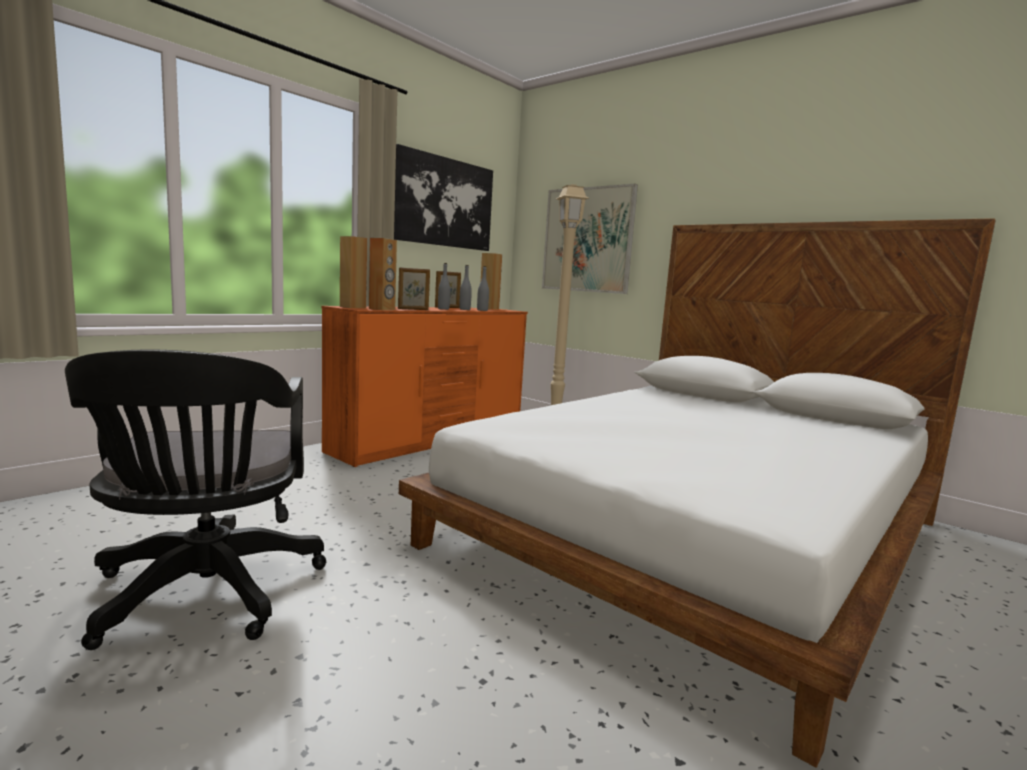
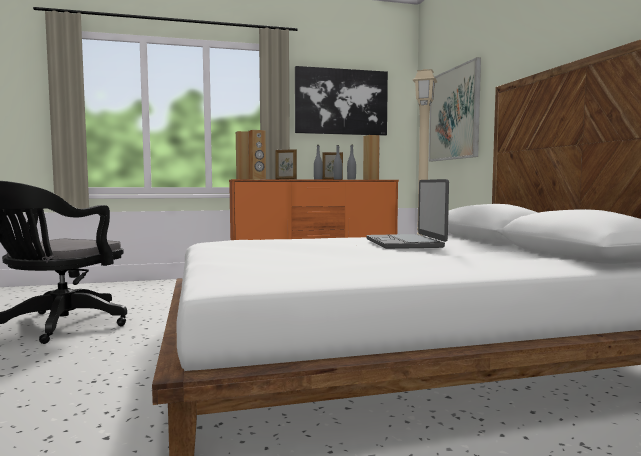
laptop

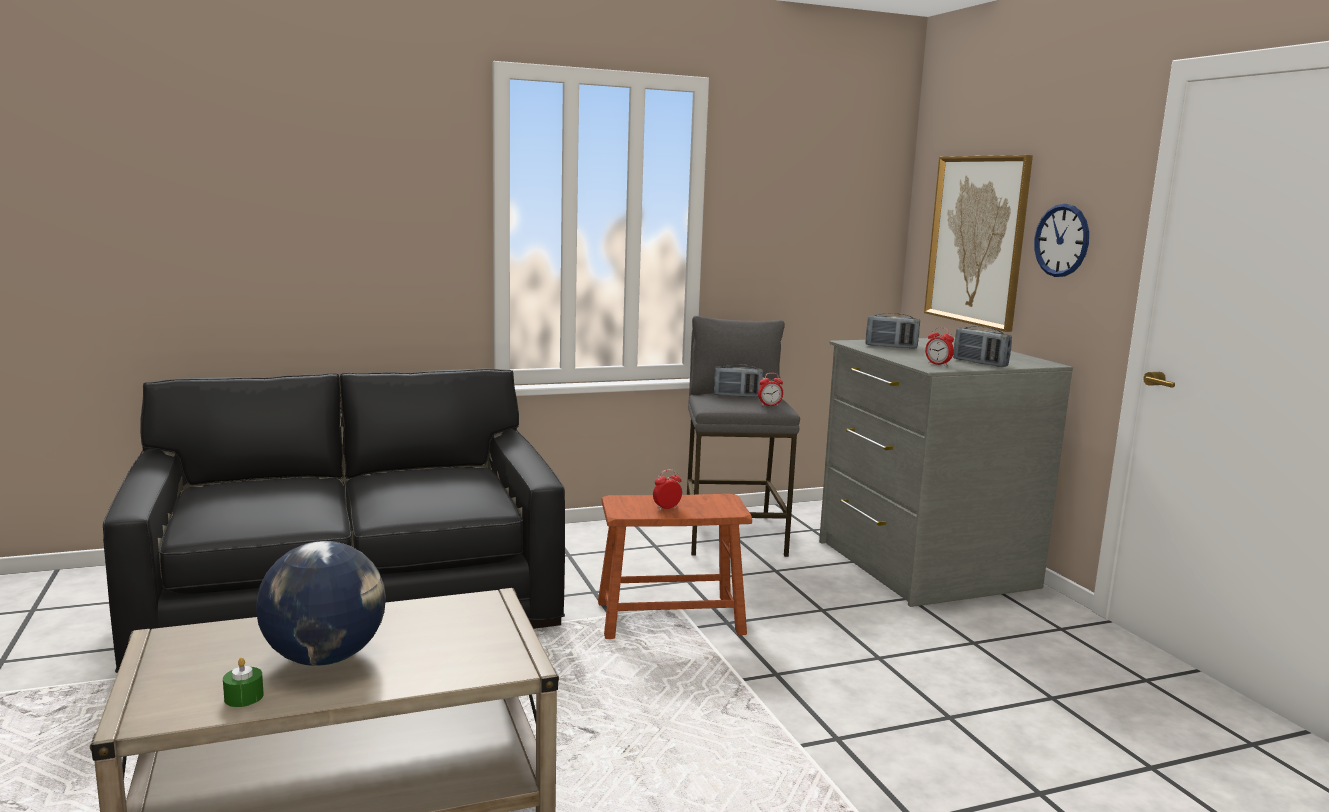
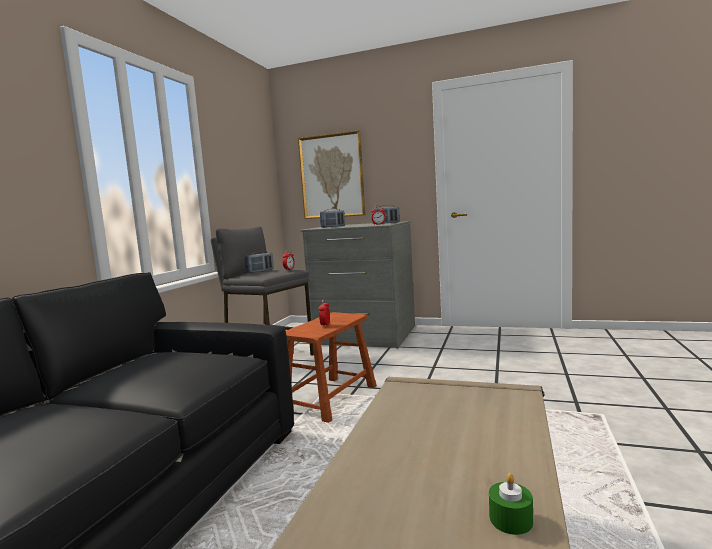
desk globe
clock on the wall

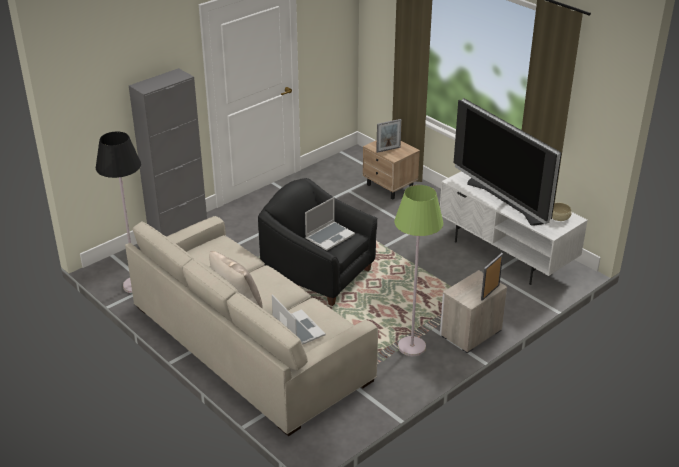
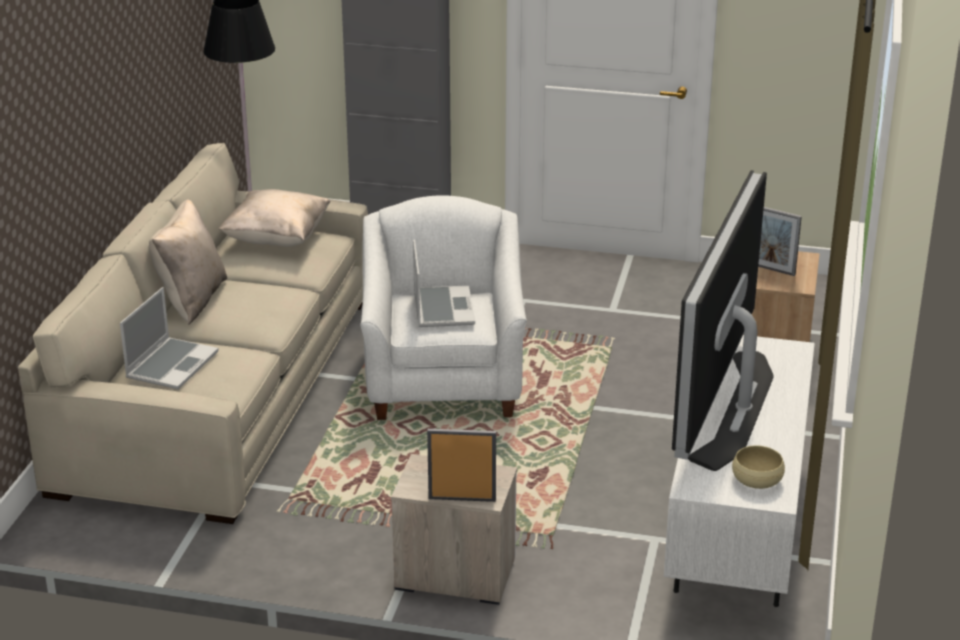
lounge chair (white)
laptop (2nd from left)
floor lamp (green-coloured)
throw pillow (beige) (2nd from left)

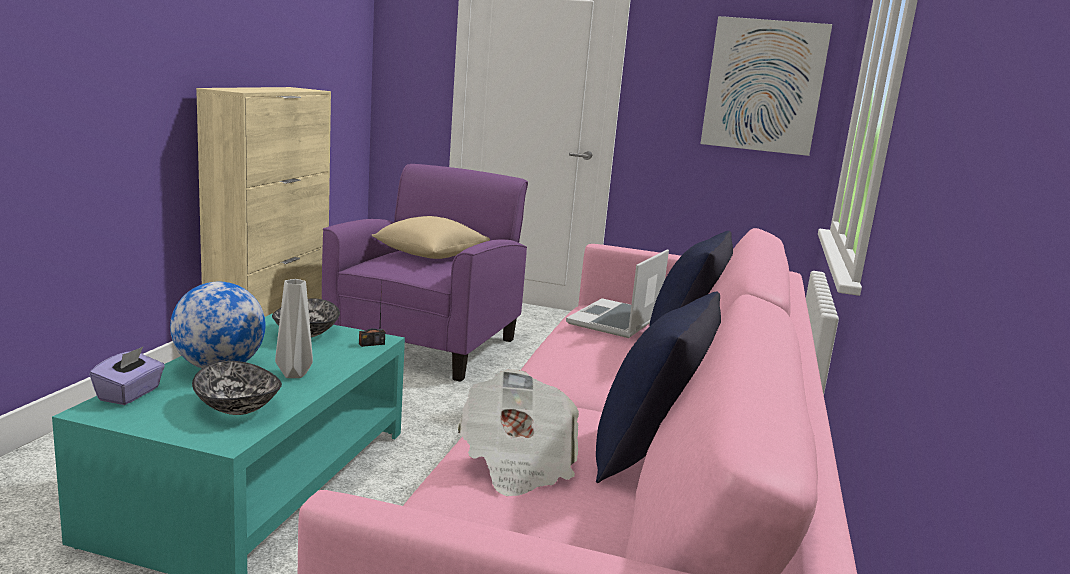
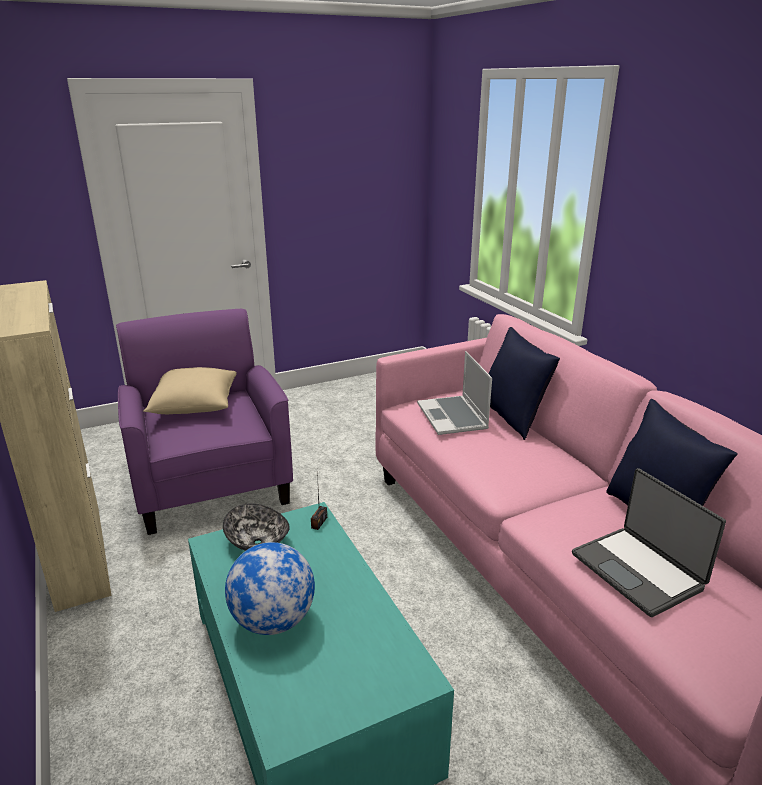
box of tissues (purple-coloured)
serving bowl (1st from left in the first image)
vase (grey)
laptop (2nd from left)
picture

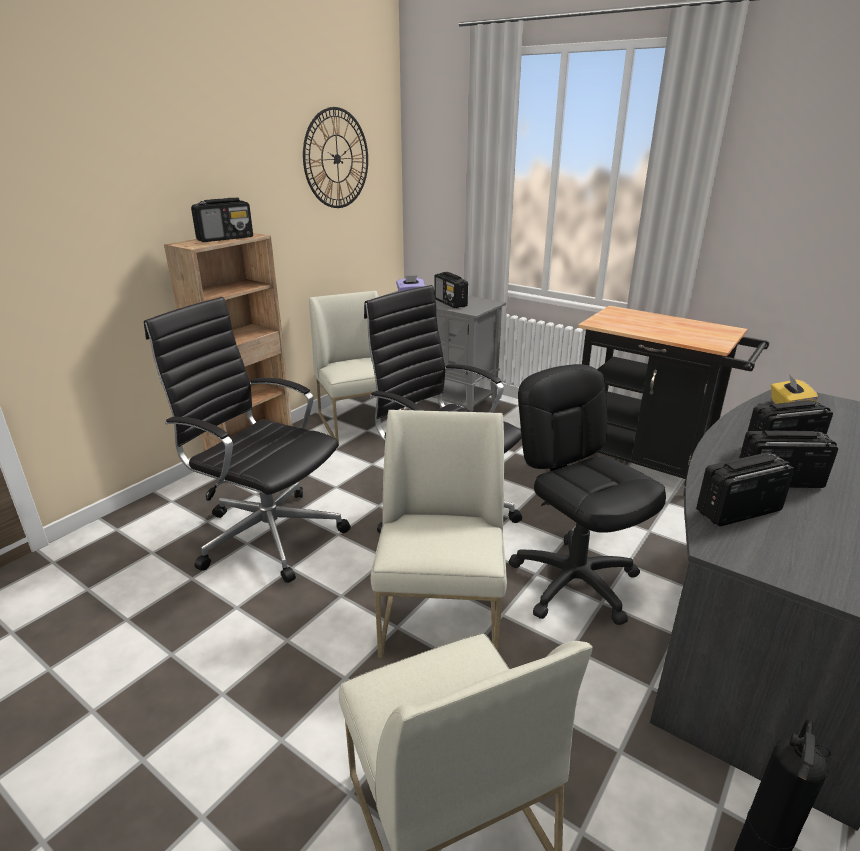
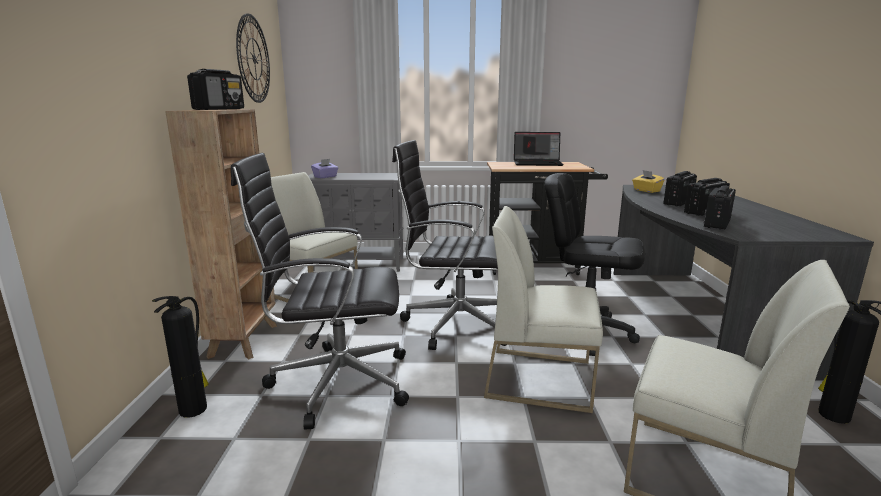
chair (white) (2nd from left)
radio receiver (2nd from left in the first image)
fire extinguisher (1st from left)
laptop

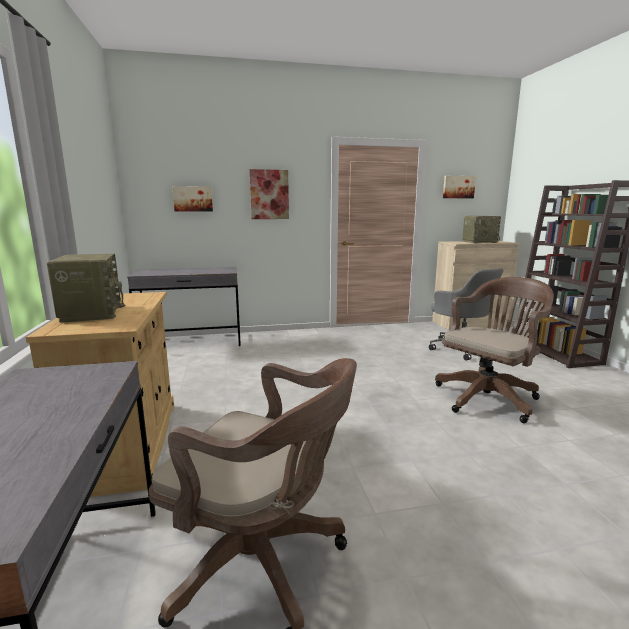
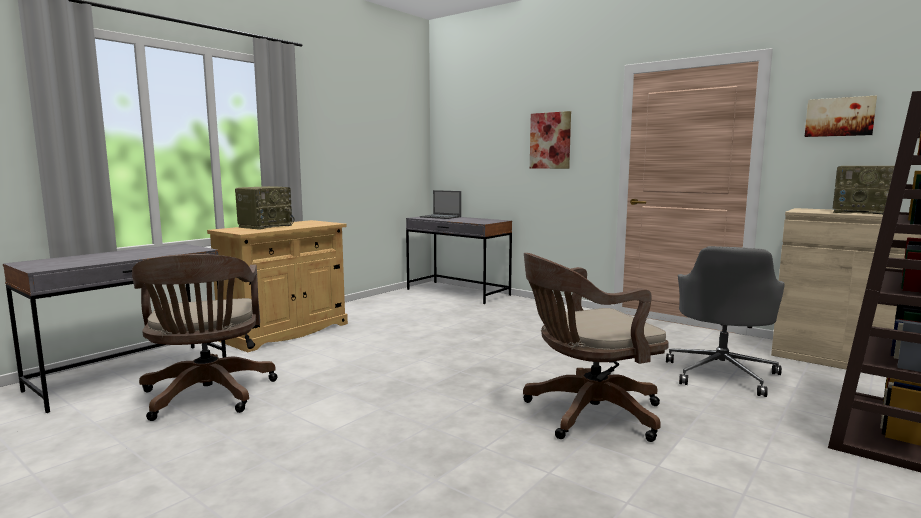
picture (1st from left in the first image)
computer chair (brown) (2nd from left)
laptop

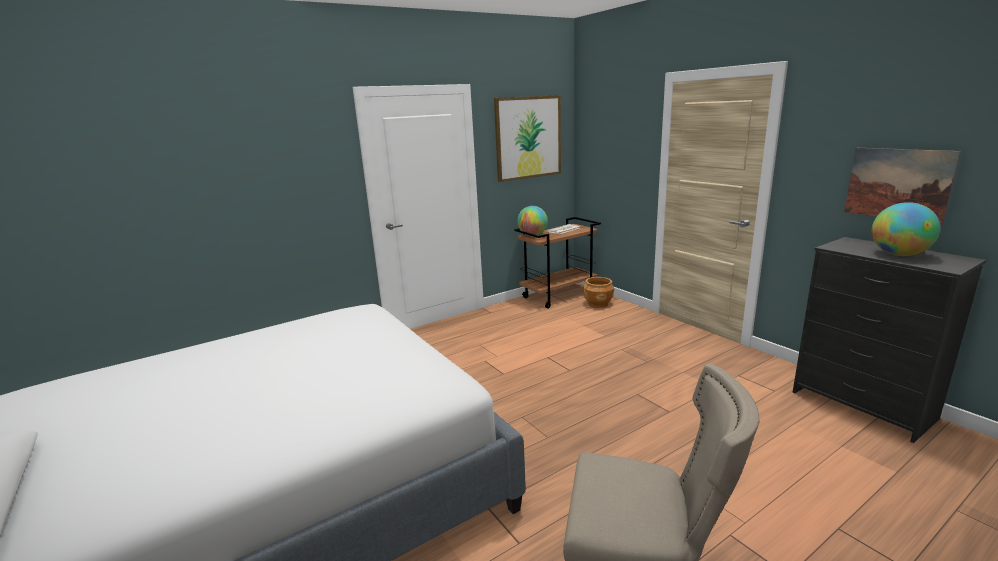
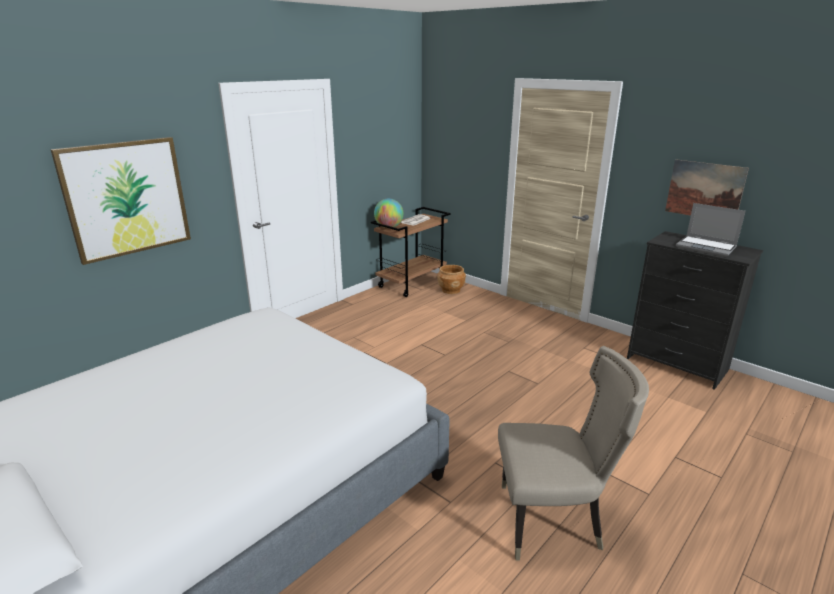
picture (1st from left)
laptop

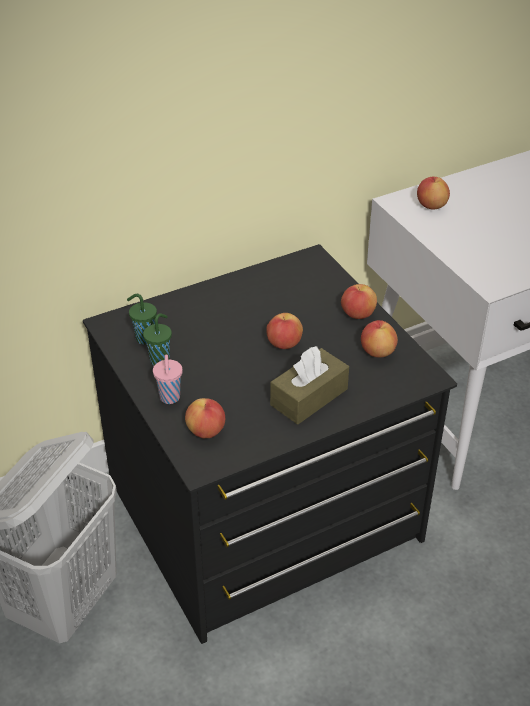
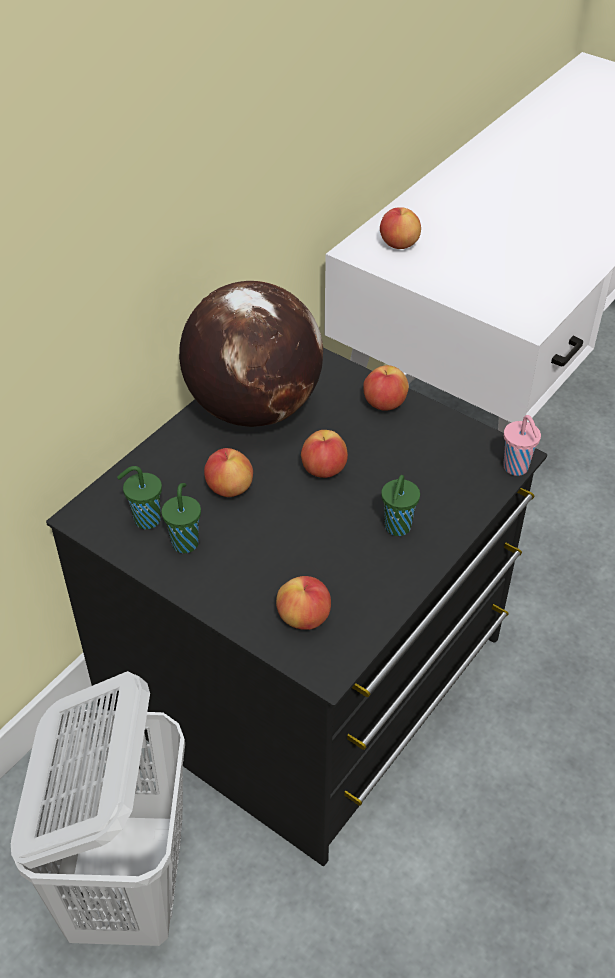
small cup (pink)
small cup (green-coloured) (3rd from left)
whole apple (1st from left)
desk globe

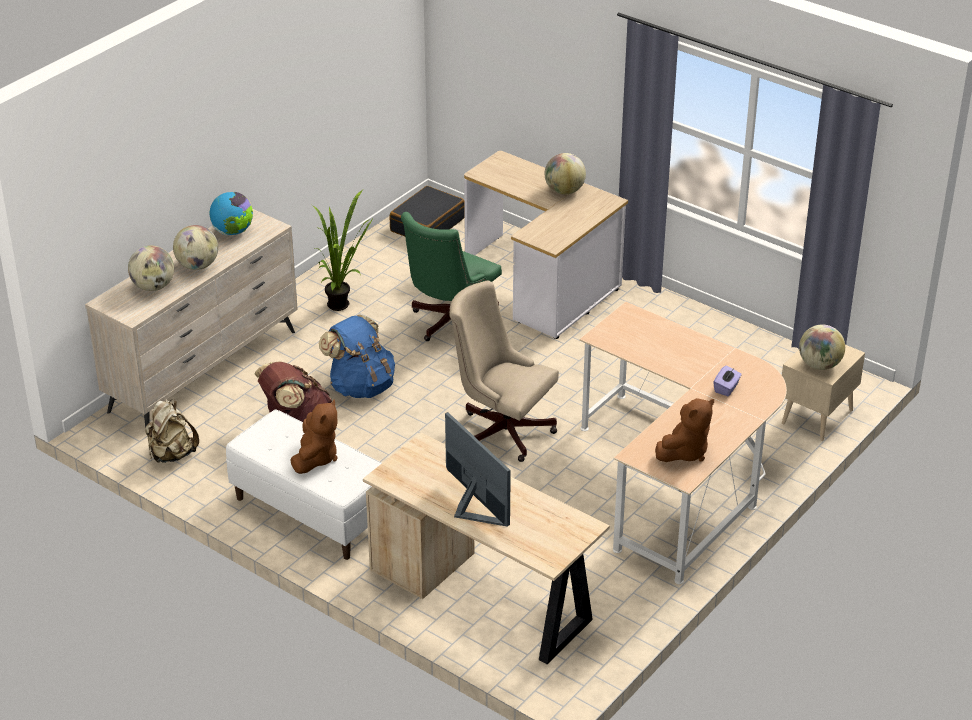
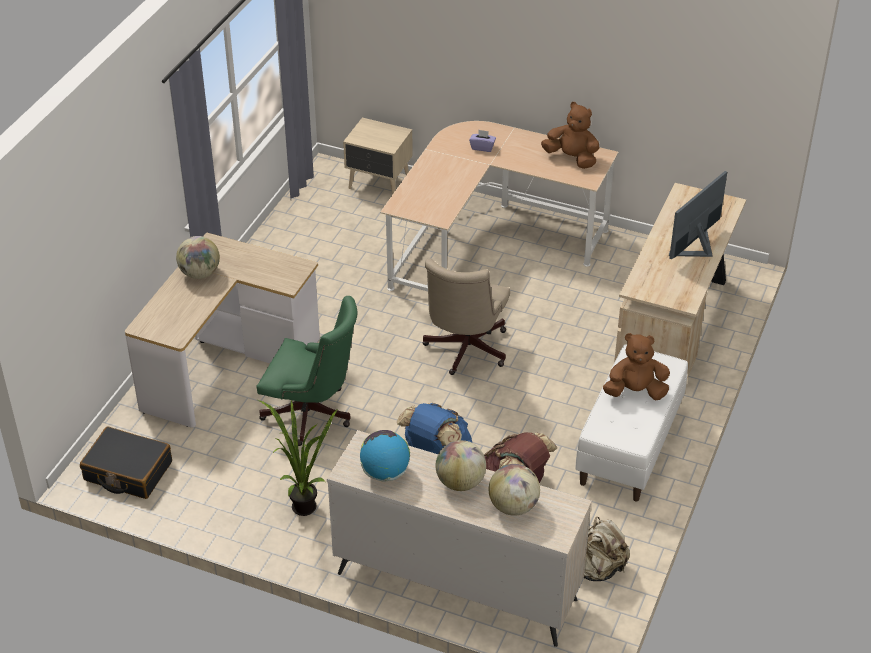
desk globe (5th from left in the first image)

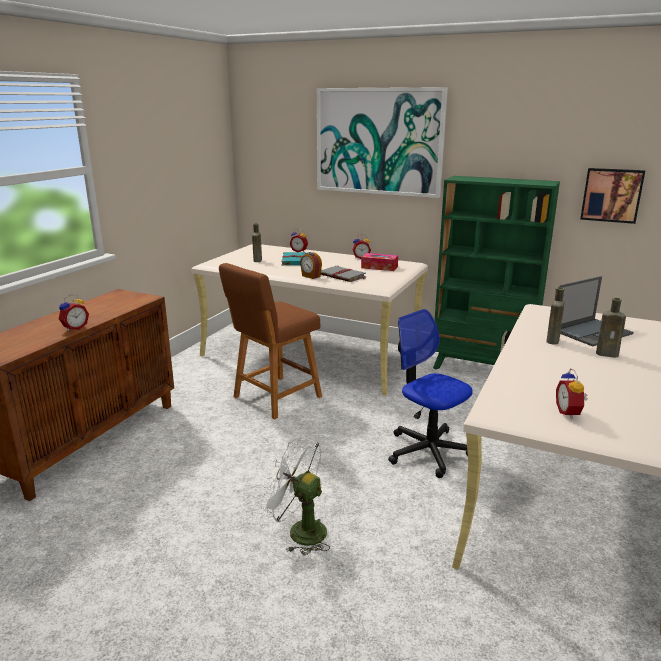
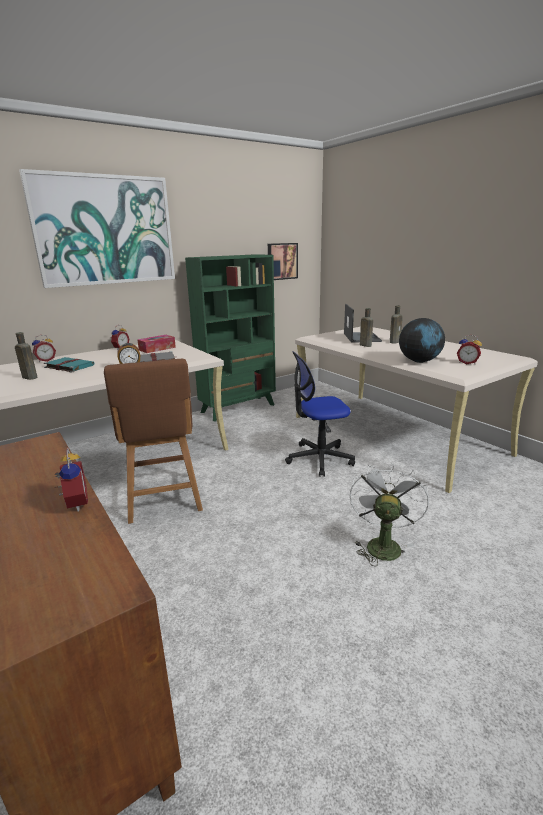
fan (white)
desk globe

